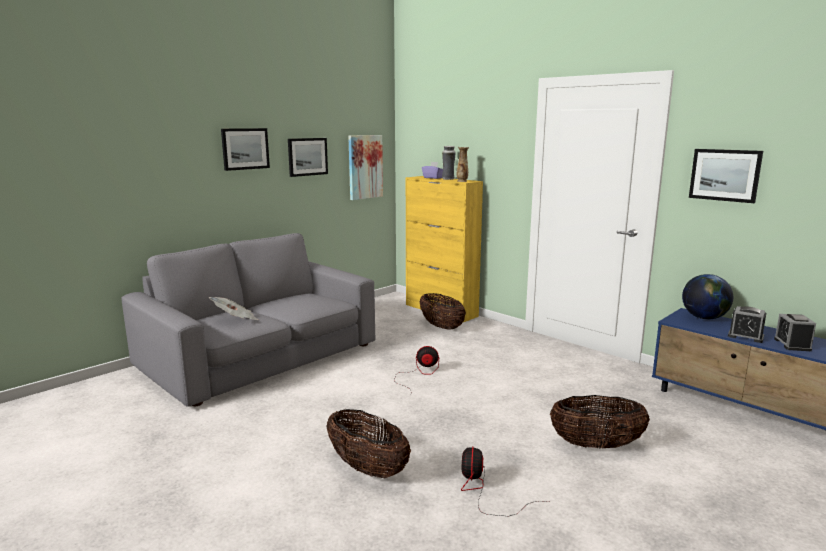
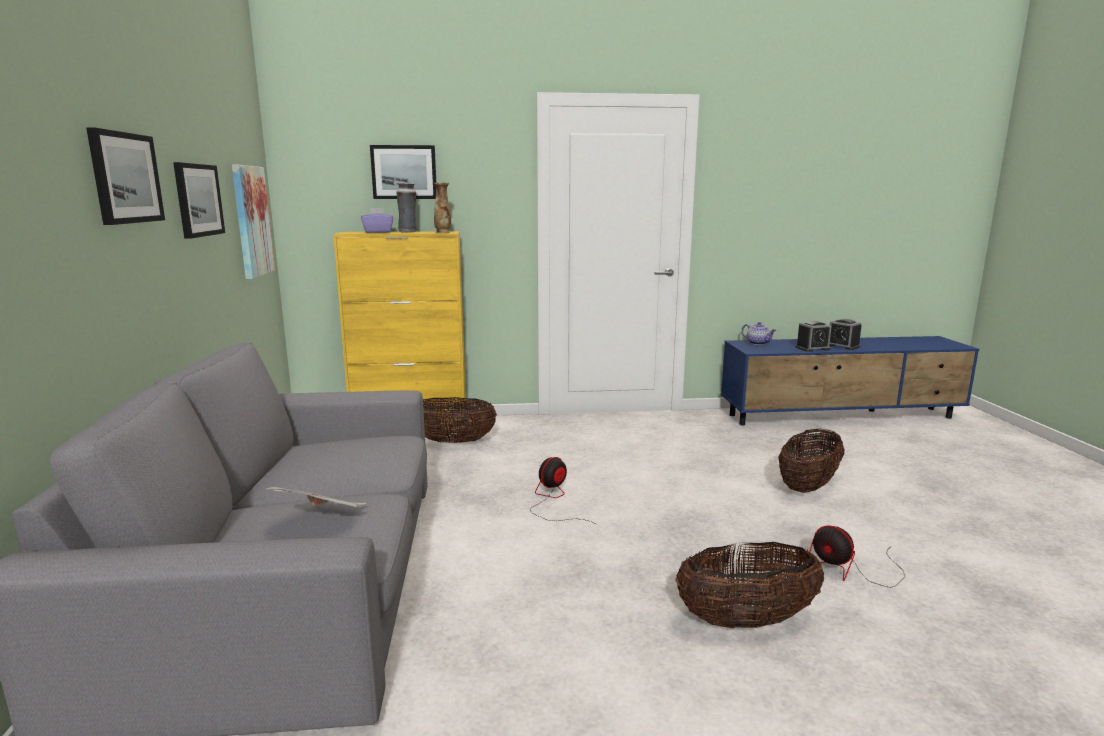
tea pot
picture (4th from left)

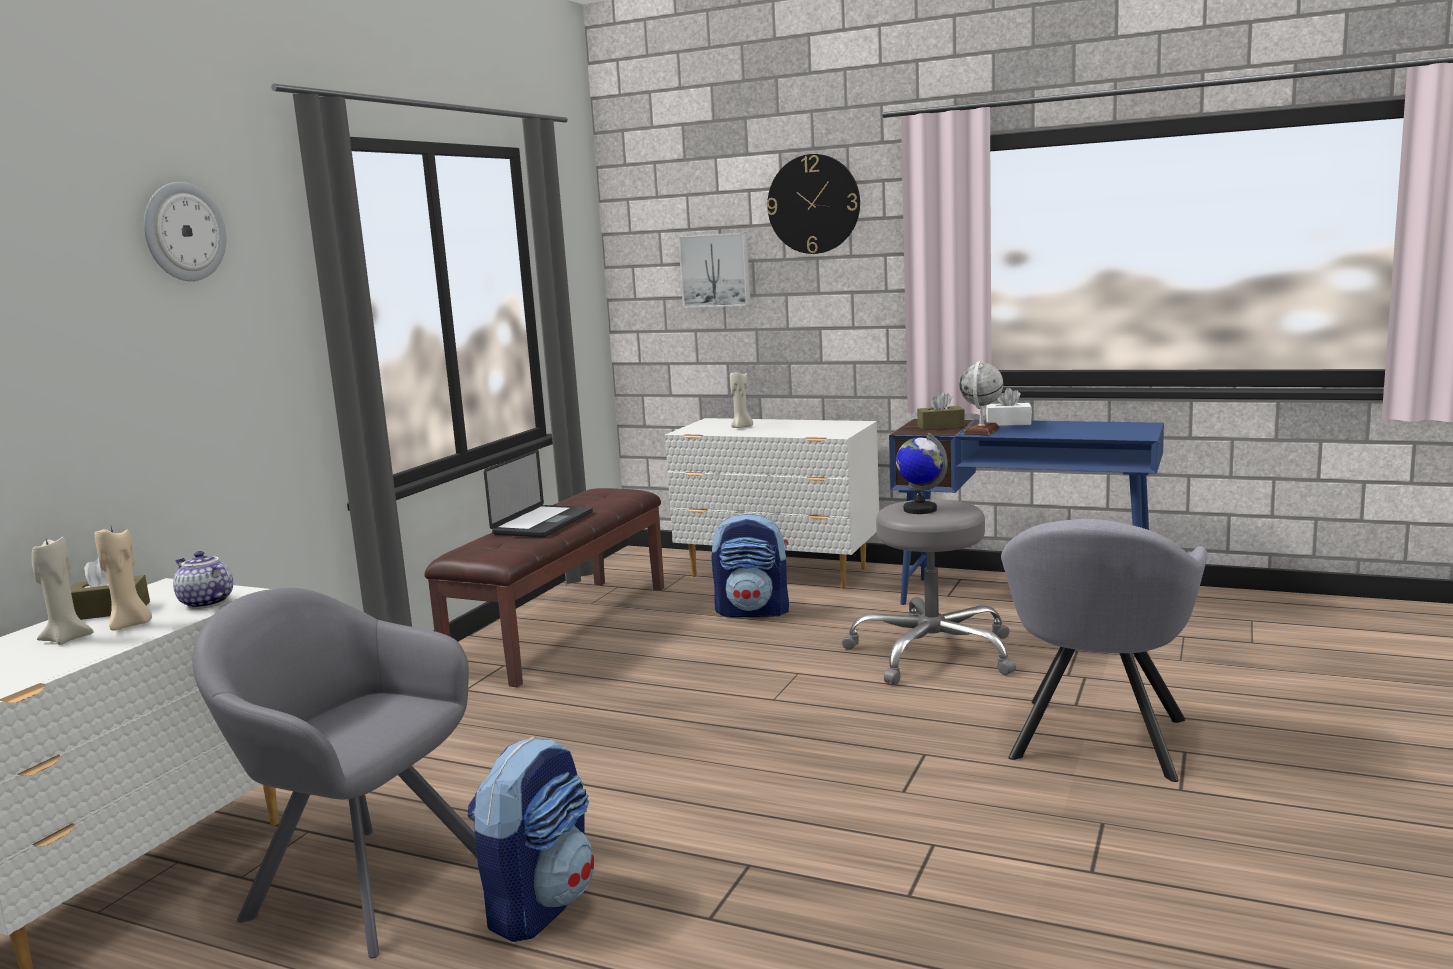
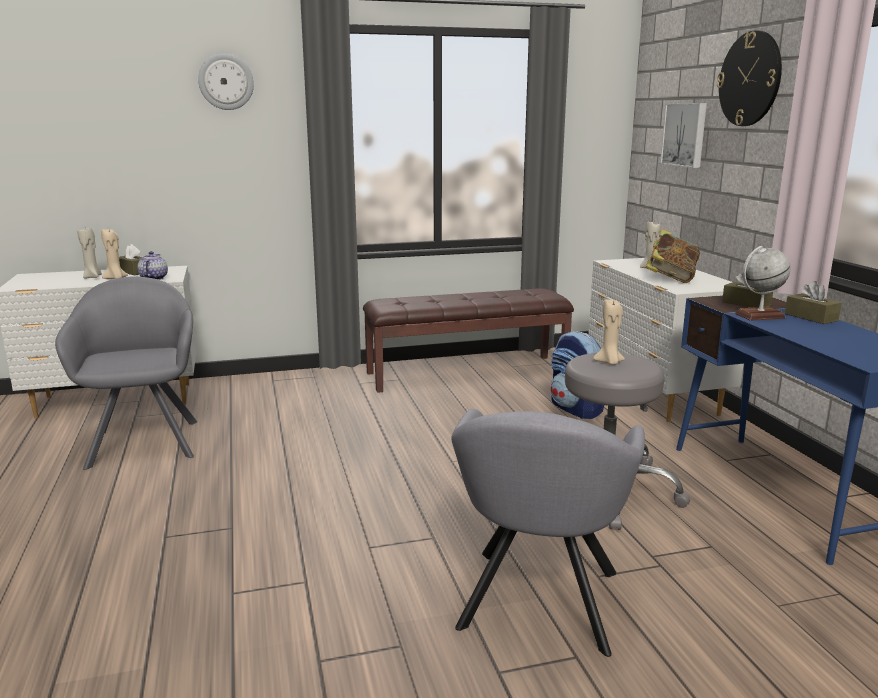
rucksack (1st from left in the first image)
laptop
wax light (beige) (3rd from left)
box of tissues (brown) (3rd from left)
lounge chair (grey) (2nd from left)
bound book

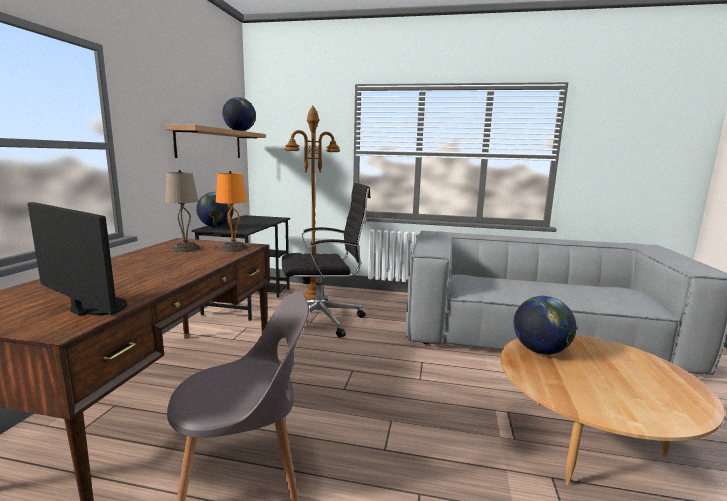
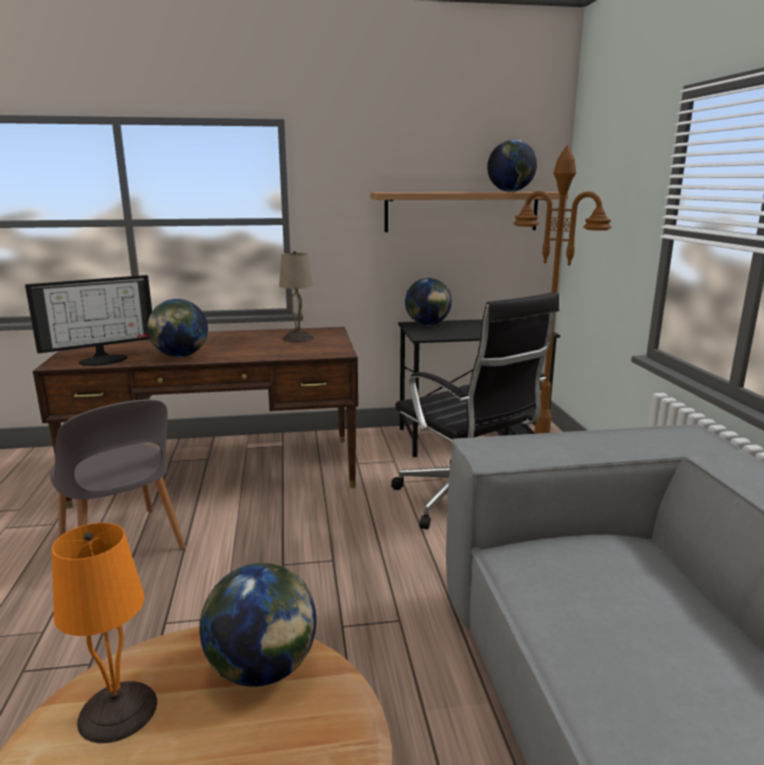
monitor
tabletop lamp (orange-coloured)
desk globe (1st from left)

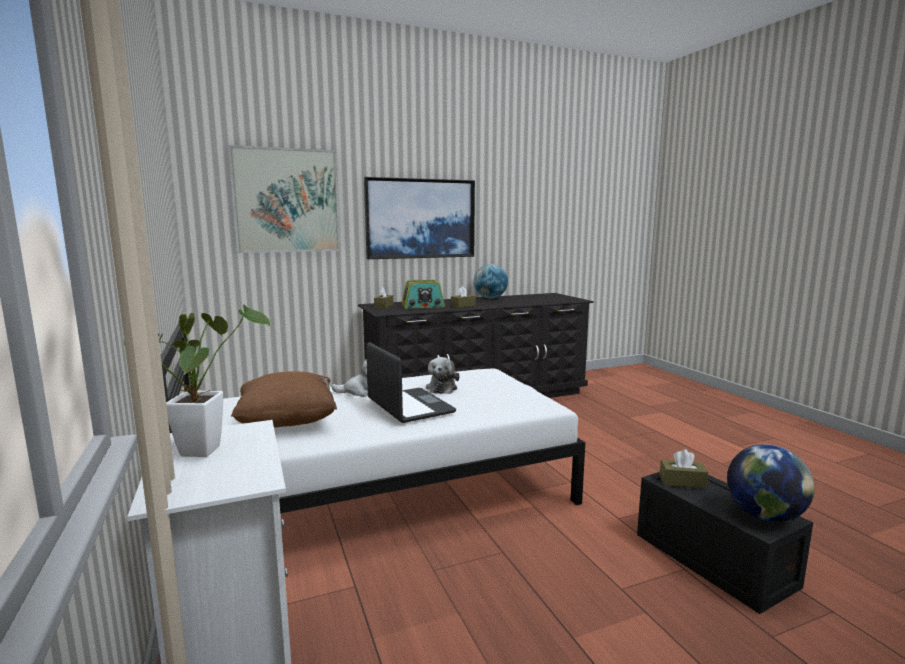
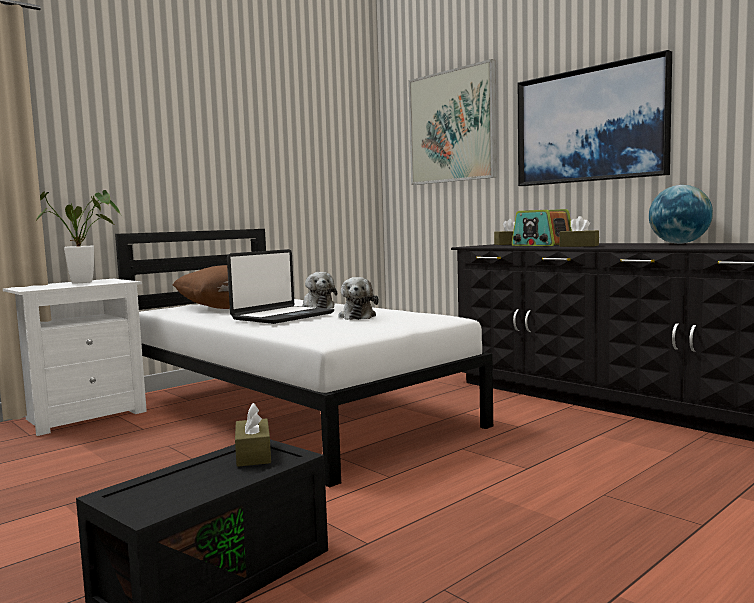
cuddly toy (2nd from left)
desk globe (2nd from left in the first image)

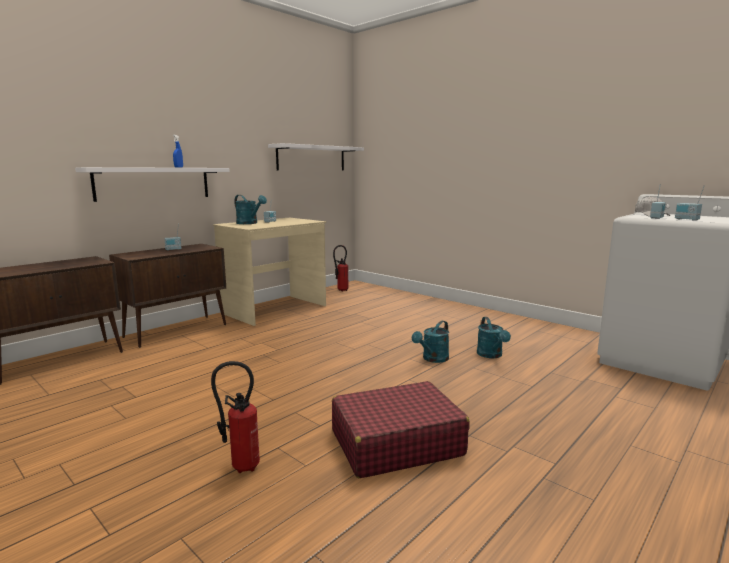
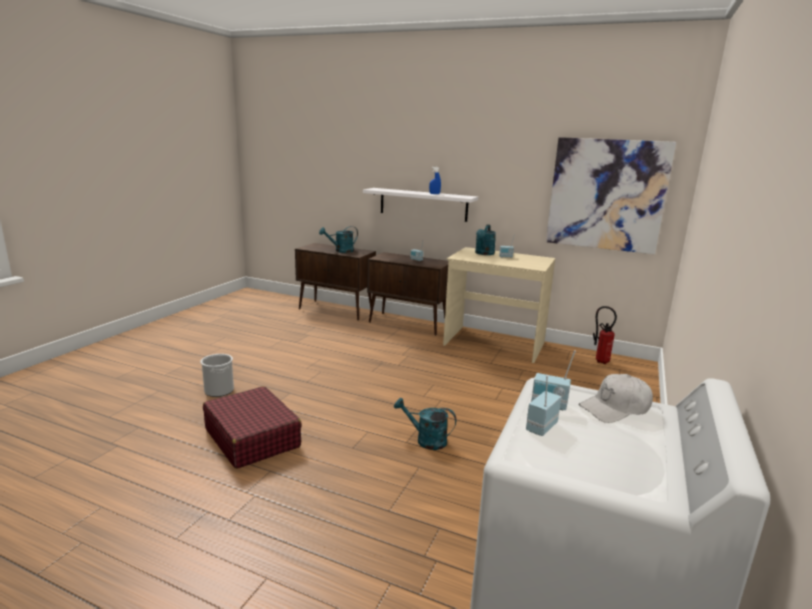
bucket
picture
watering can (turquoise) (1st from left)

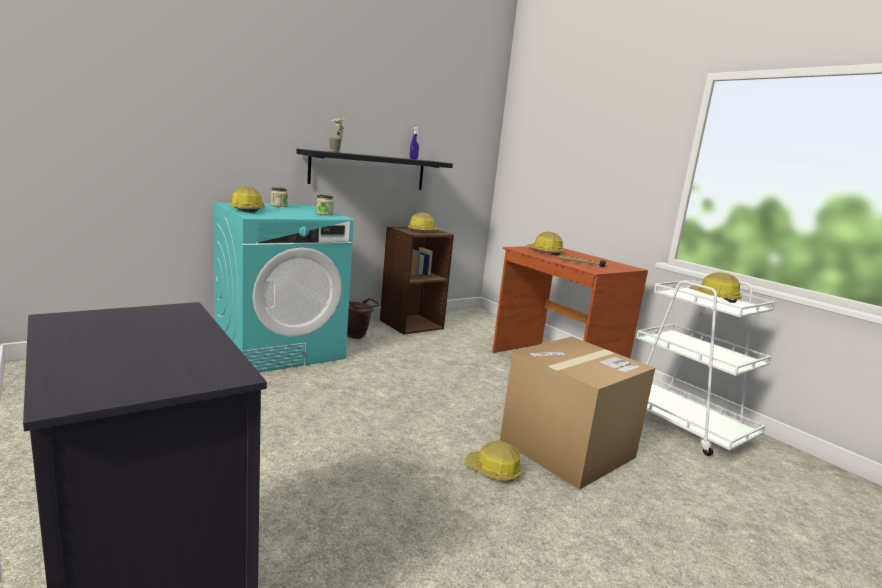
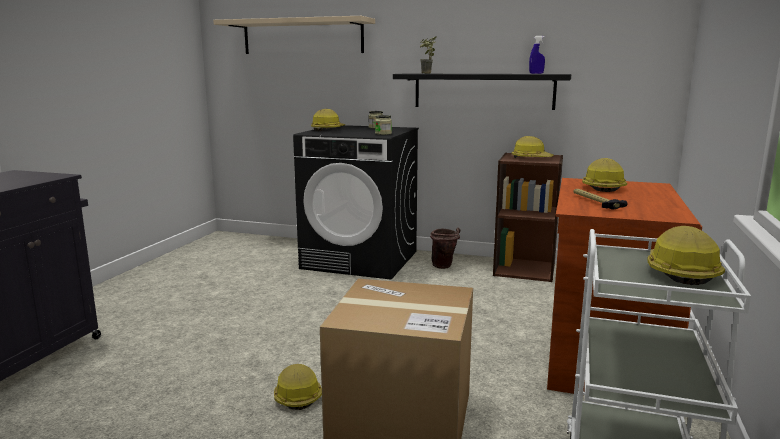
laundry machine (black-coloured)
shelf (beige)

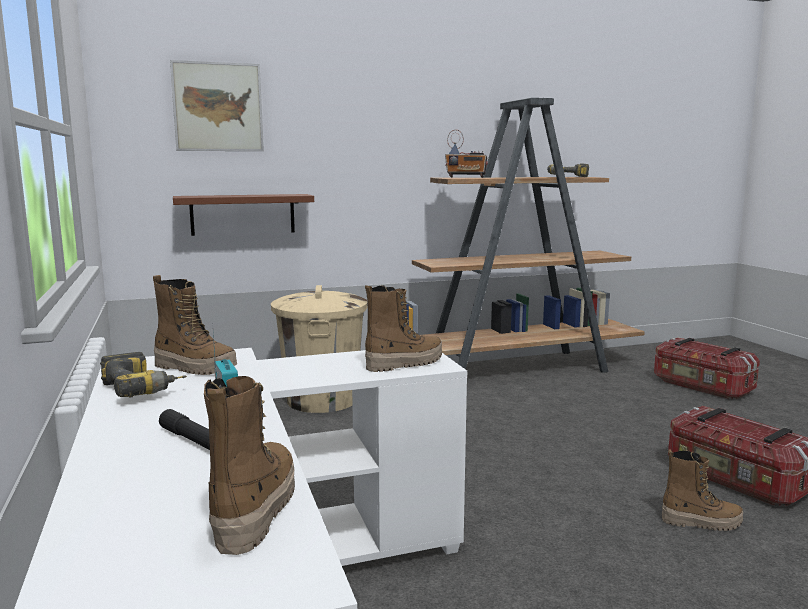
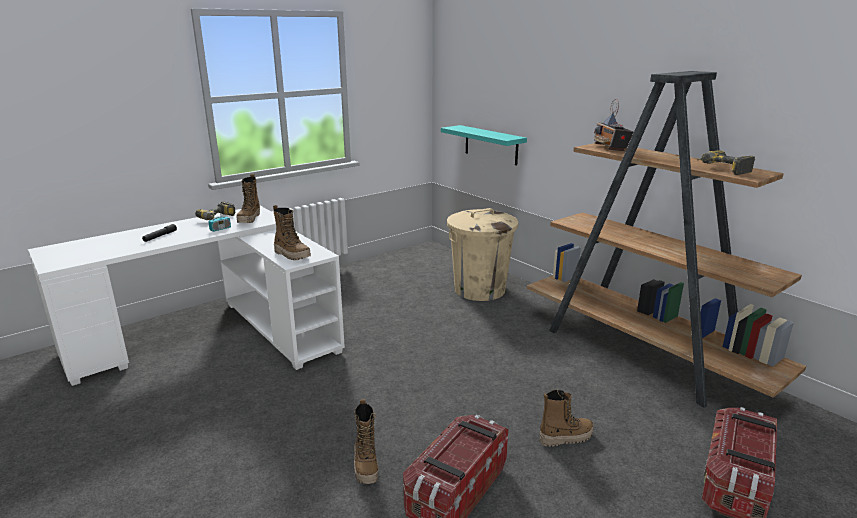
picture
shelf (turquoise)
high-top boot (4th from left)

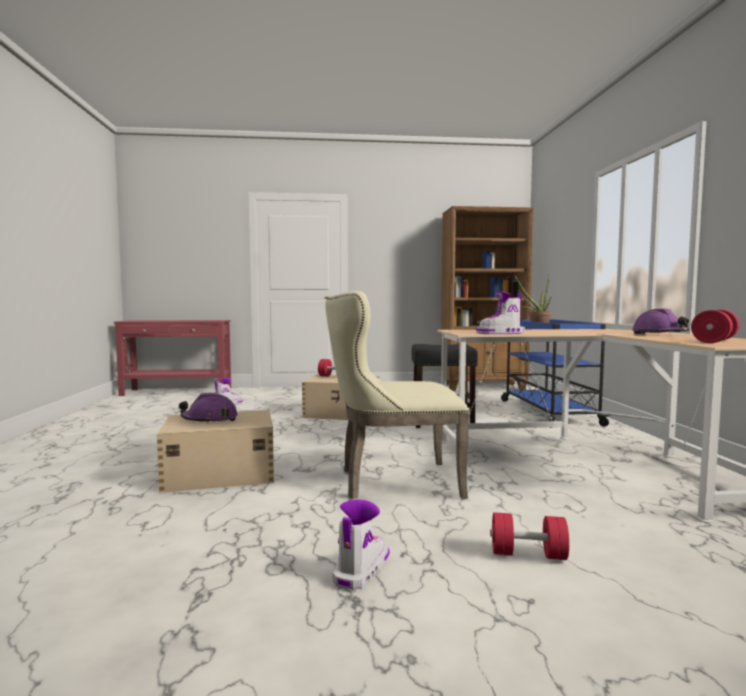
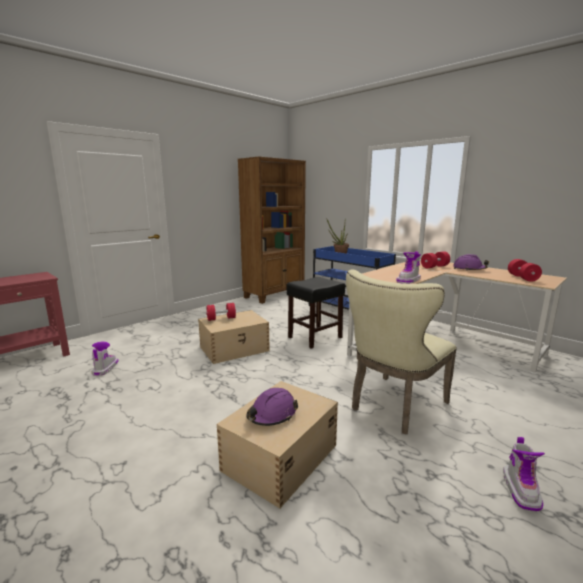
high-top boot (3rd from left)
hand weight (red-coloured) (2nd from left)

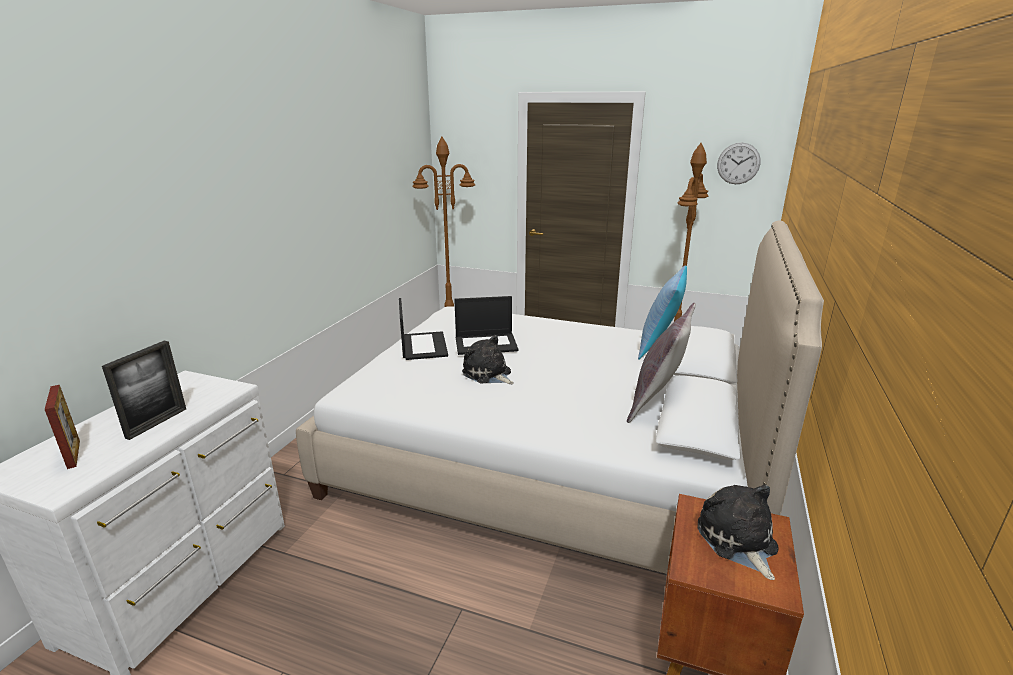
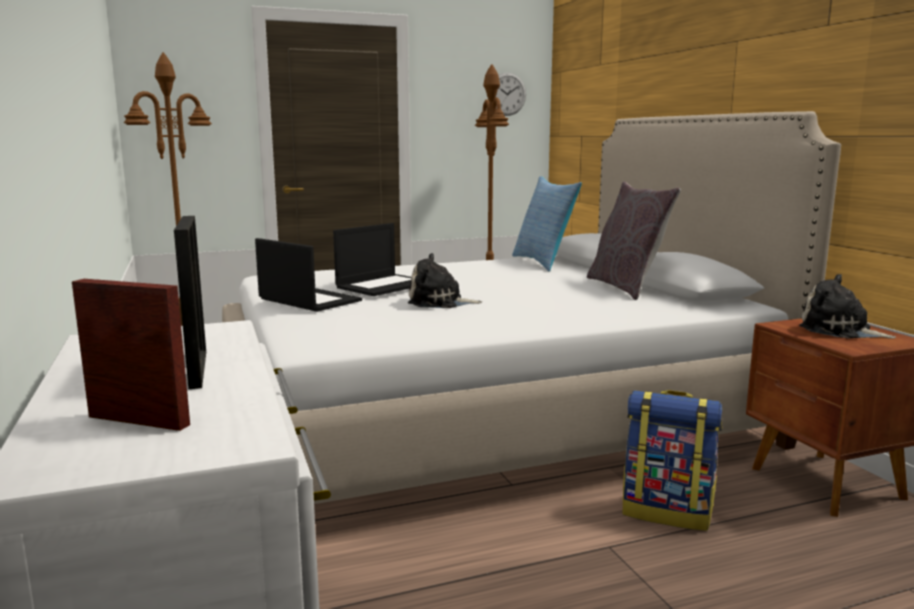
rucksack

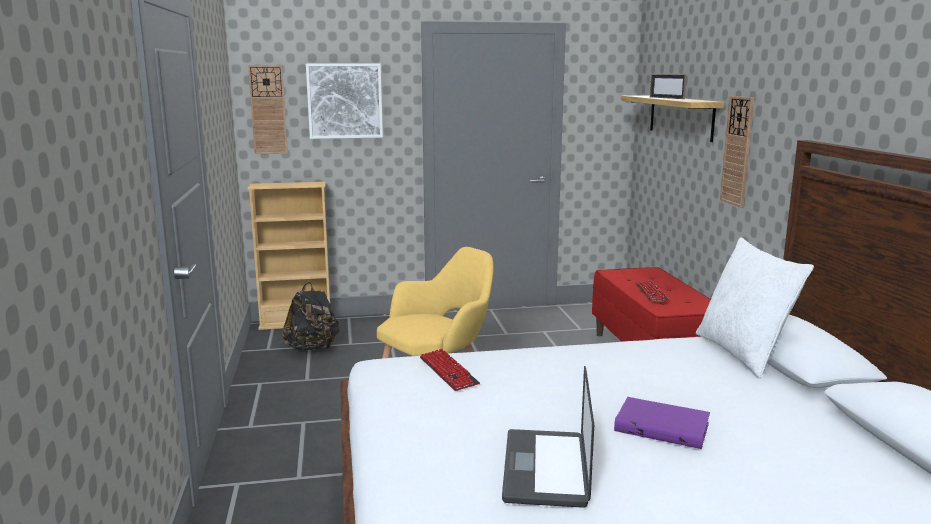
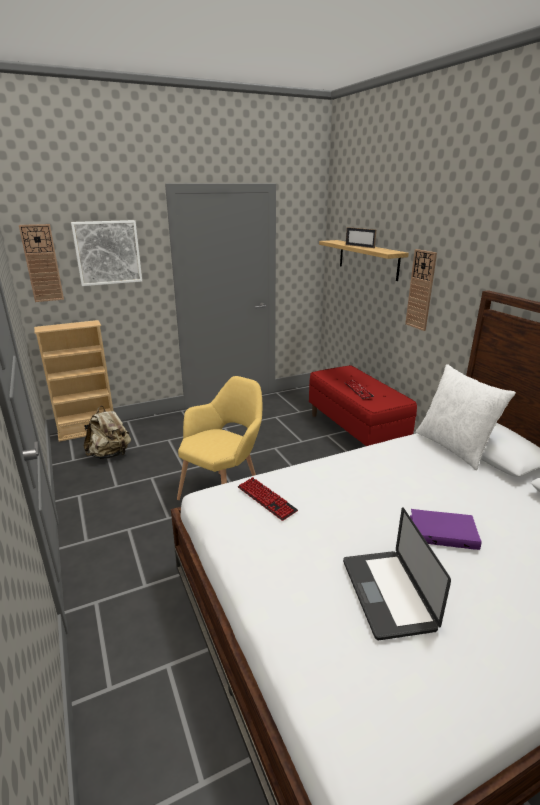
rucksack (beige)

